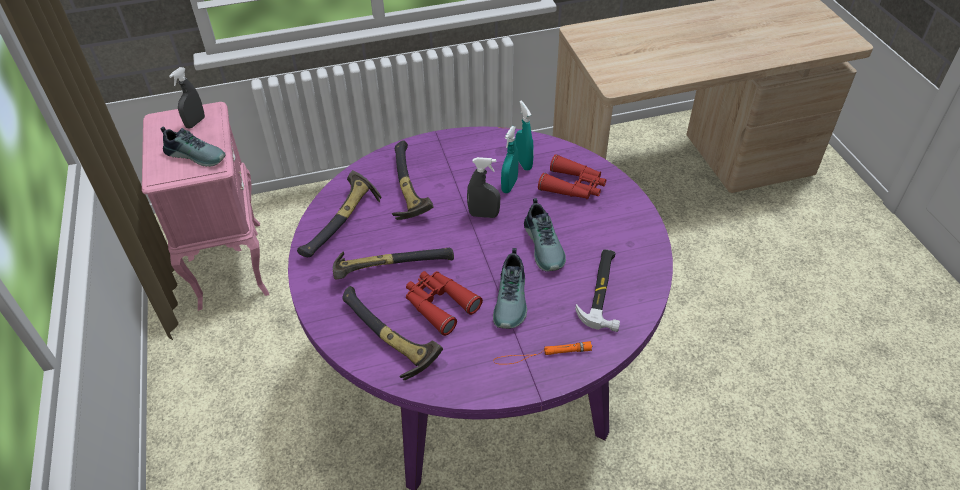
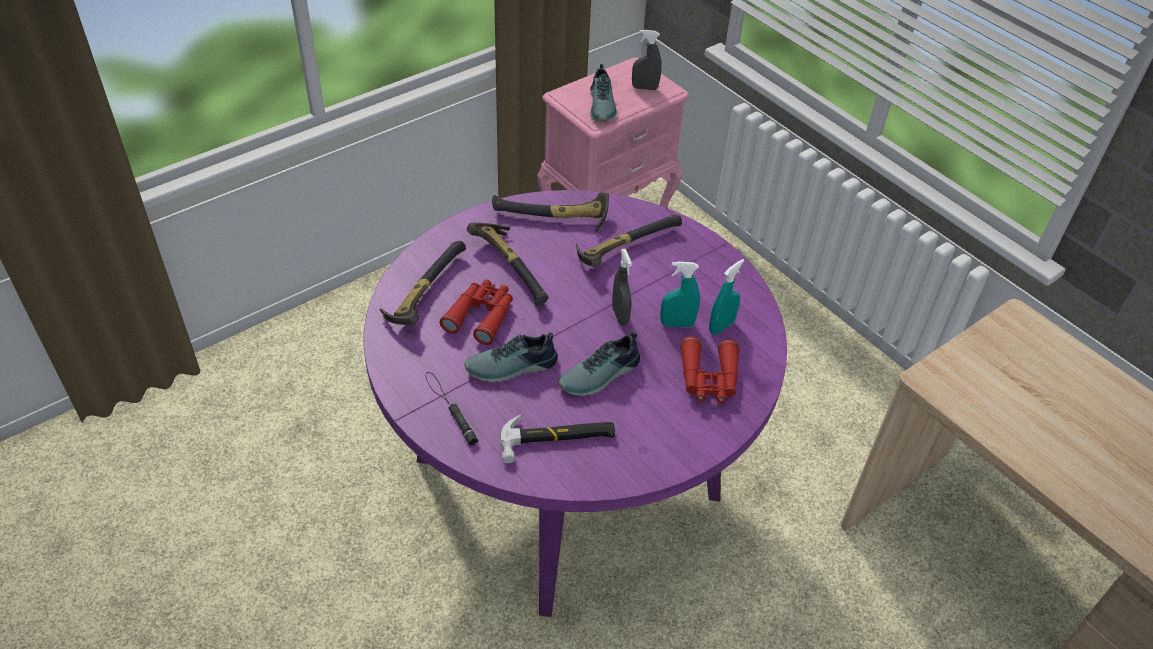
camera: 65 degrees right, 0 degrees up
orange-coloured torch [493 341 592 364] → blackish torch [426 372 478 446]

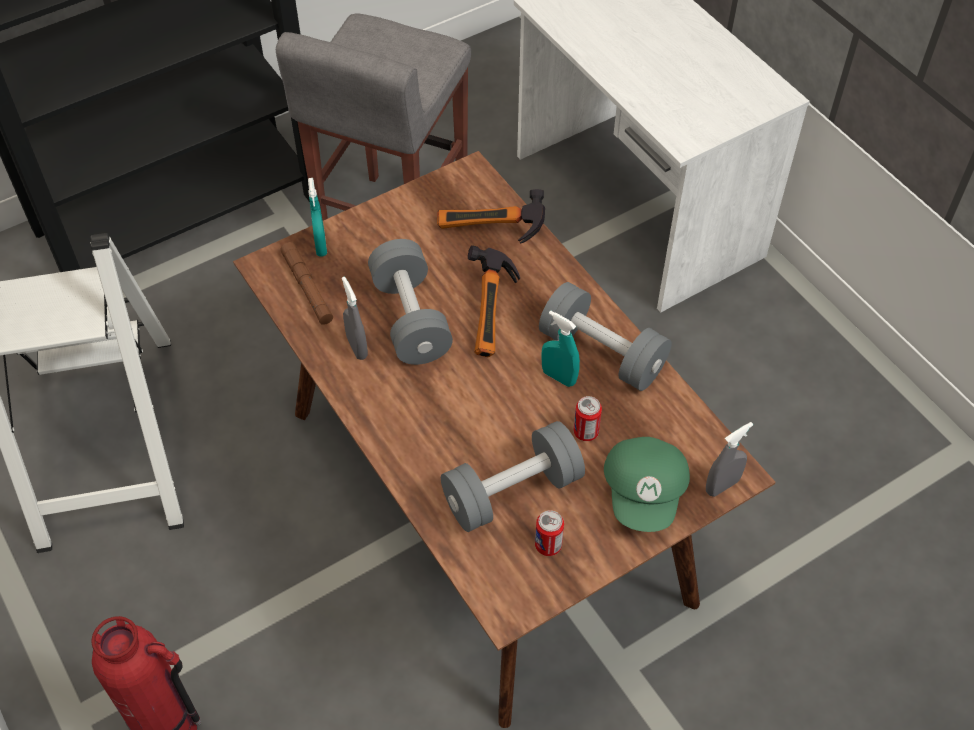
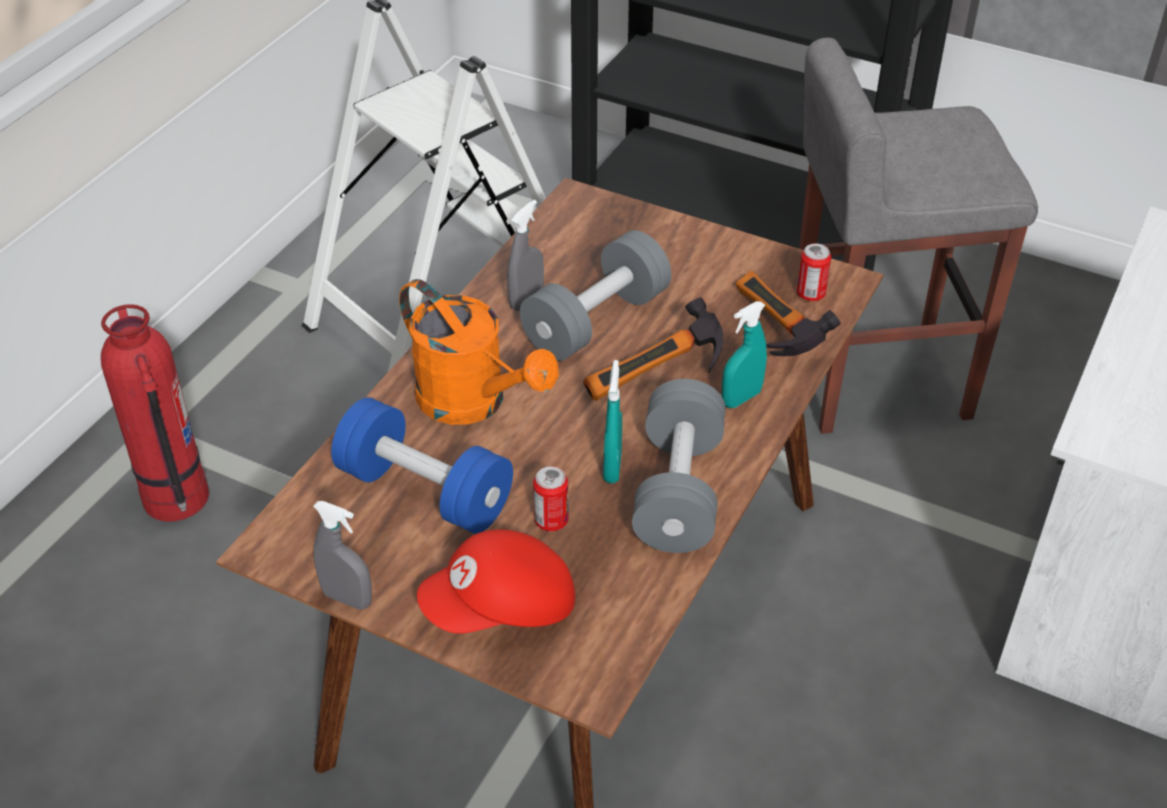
camera: 60 degrees right, 10 degrees down
brownish torch [280 242 333 325] → -
- → orange-coloured watering can [399 279 559 425]
turquoise sprayer [308 178 327 257] → turquoise sprayer [722 301 767 408], moved
can [535 510 564 556] → can [797 244 831 301], moved
gray sprayer [706 422 753 497] → gray sprayer [313 501 372 610], moved
gray hand weight [441 421 585 532] → blue hand weight [331 397 513 534]
green-coloured peaked cap [604 437 690 532] → red peaked cap [417 529 575 634]

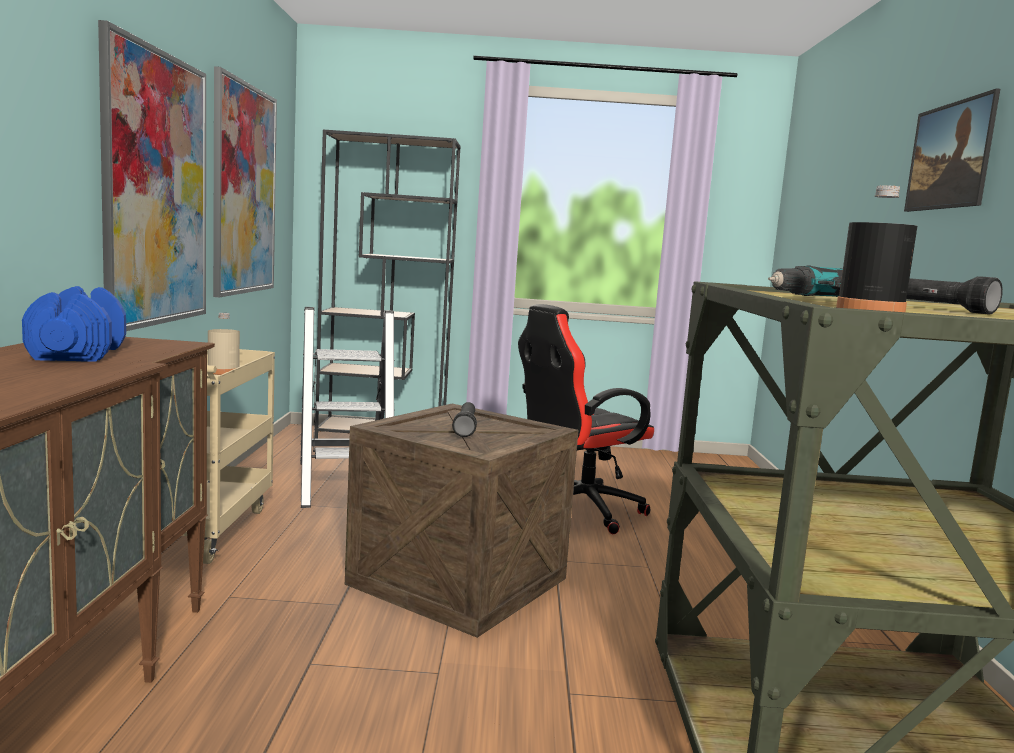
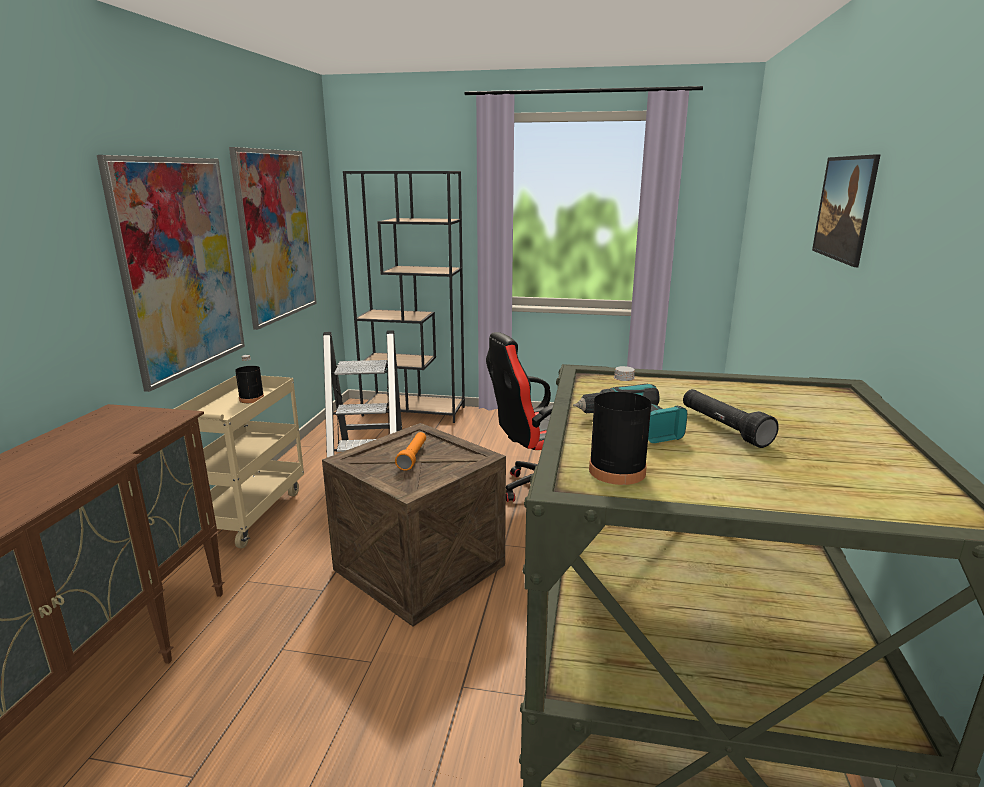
camera: 10 degrees right, 10 degrees up
blue hand weight [22 286 126 362] → -
sand-coloured bottle [208 313 240 375] → blackish bottle [235 355 264 403]
blackish torch [452 402 477 437] → orange-coloured torch [395 432 426 471]

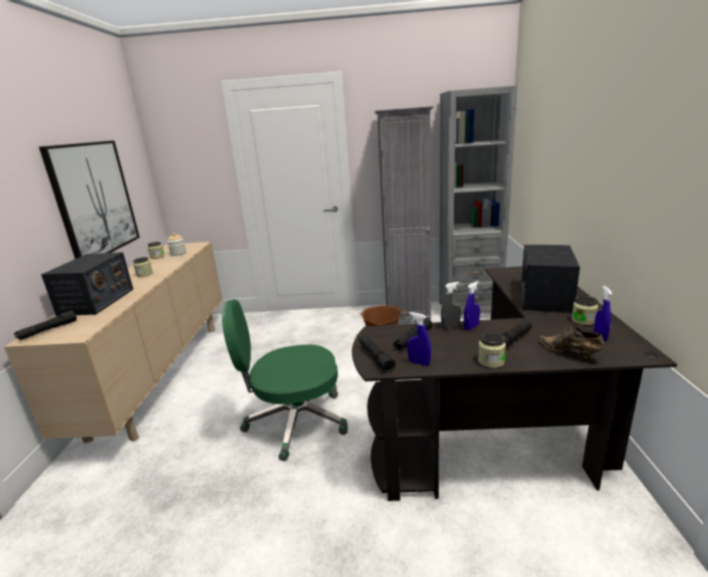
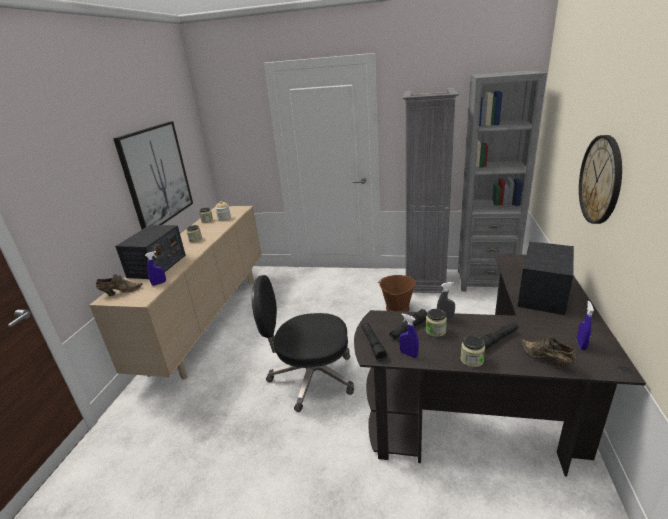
camera: 10 degrees right, 5 degrees up
- → clock on the wall [579 135 622 224]
blue sprayer [464 281 480 330] → blue sprayer [145 251 166 286], moved
jar [571 296 598 325] → jar [426 309 447 337], moved
blackish torch [14 310 77 340] → brownish shoe [96 274 143 296]
green-coloured office chair [222 299 348 461] → blackish office chair [252 275 354 412]

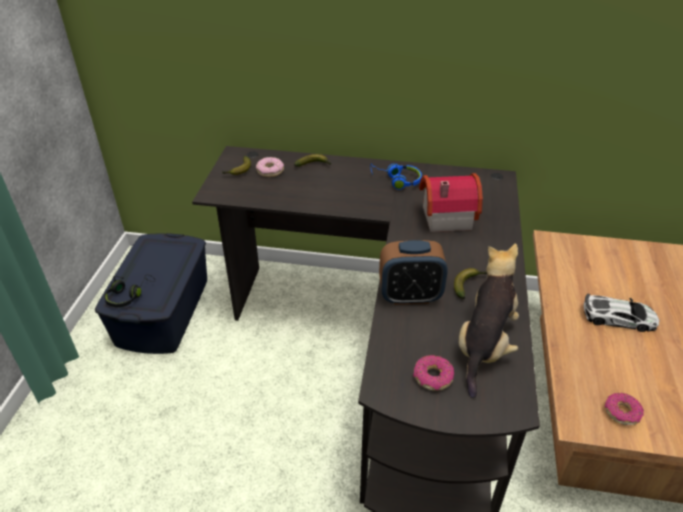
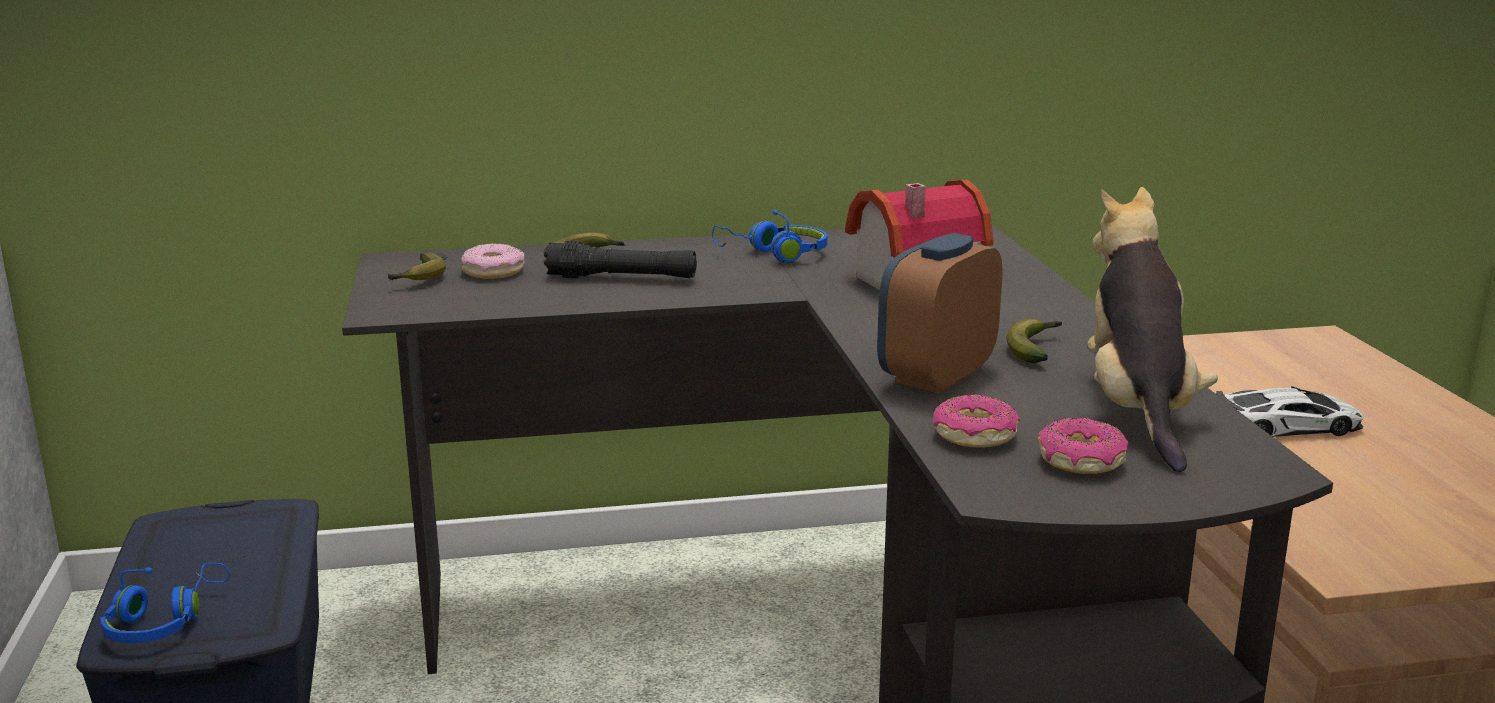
camera: 20 degrees left, 20 degrees down
- → blackish torch [544 241 697 278]
donut [605 393 644 425] → donut [933 395 1020 448], moved
blackish headphones [104 275 155 307] → blue headphones [100 563 230 643]
table clock [379 240 448 305] → table clock [877 233 1003 393], 150 degrees clockwise

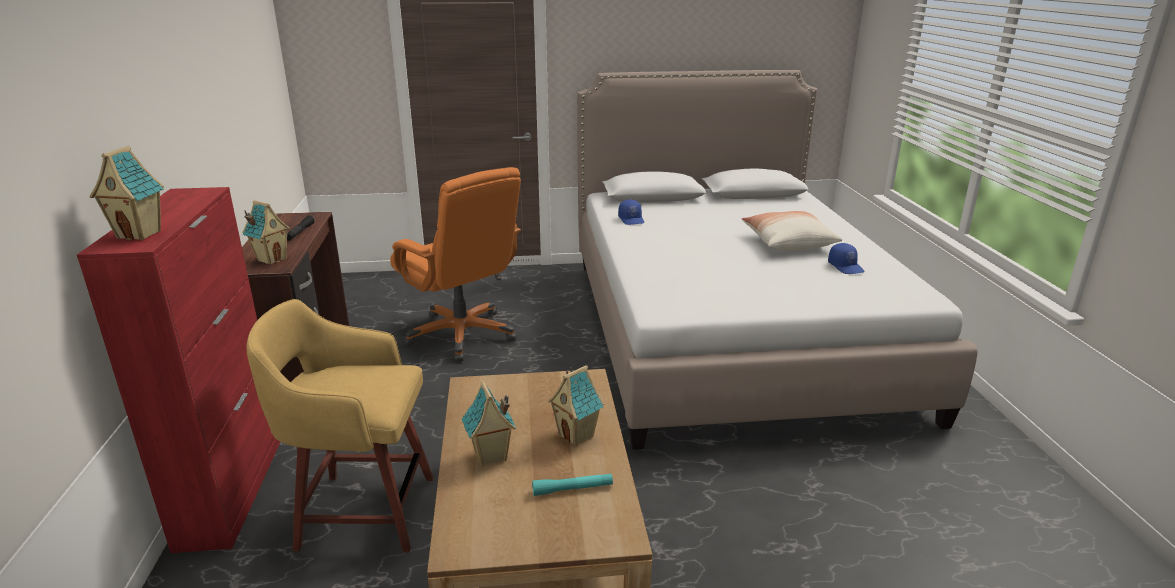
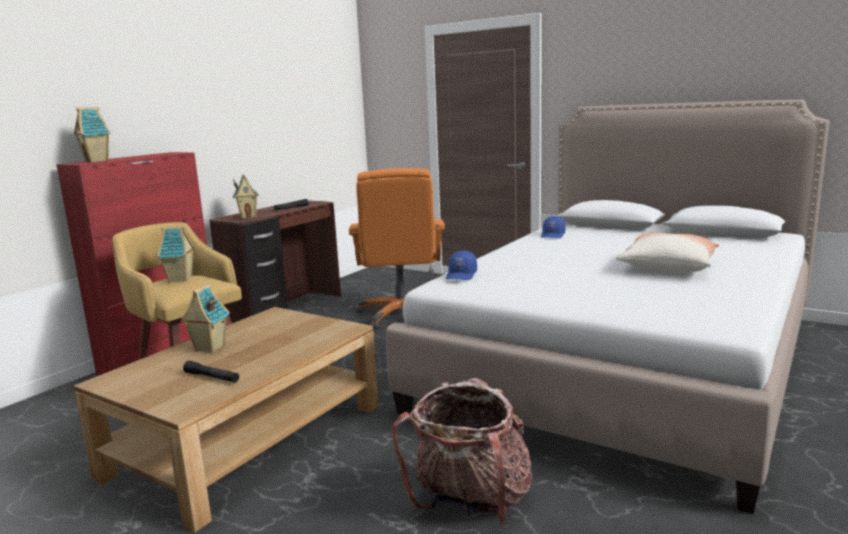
camera: 40 degrees right, 10 degrees down
- → backpack [392 378 532 527]
toy house [548 365 604 446] → toy house [157 226 195 283], moved
blue peaked cap [828 243 865 274] → blue peaked cap [446 250 477 280], moved
turquoise torch [532 473 613 496] → blackish torch [183 361 239 382]

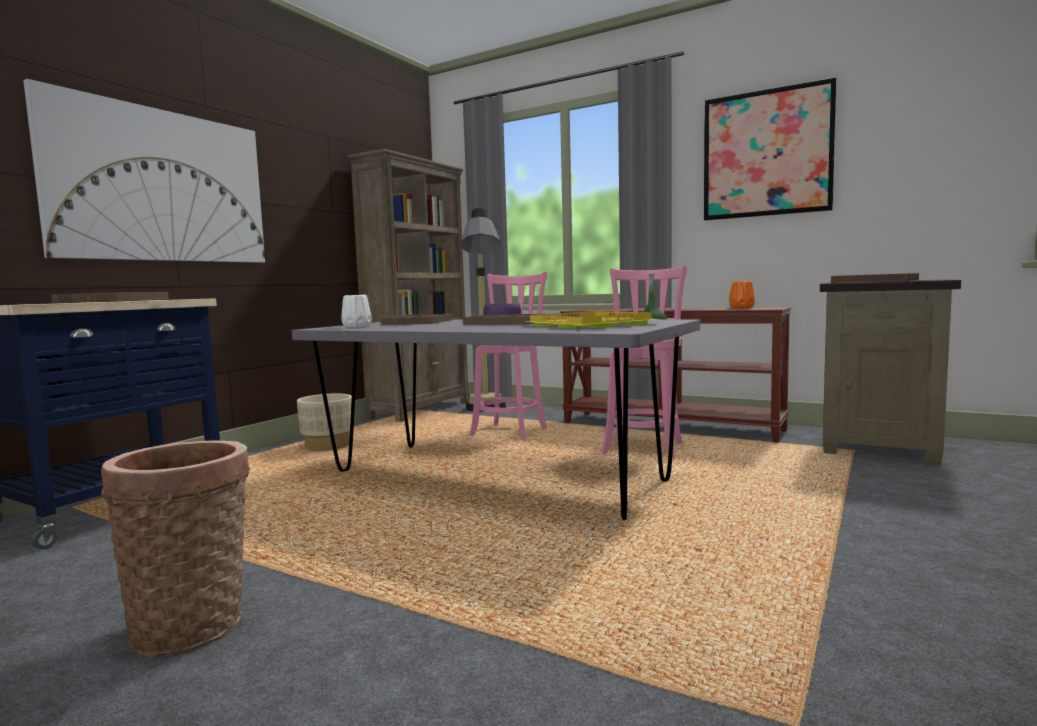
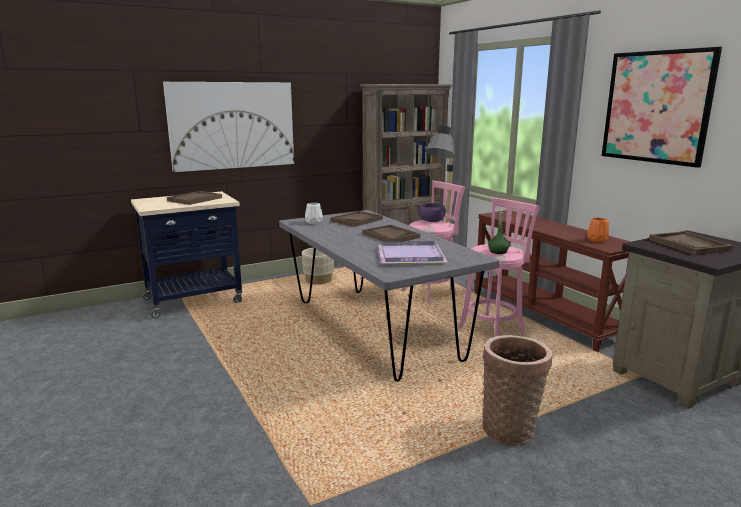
camera: 30 degrees right, 10 degrees up
basket [101 441 250 657] → basket [482 335 553 445], moved
yellow carrying tray [524 311 656 328] → purplish carrying tray [378 241 448 265]

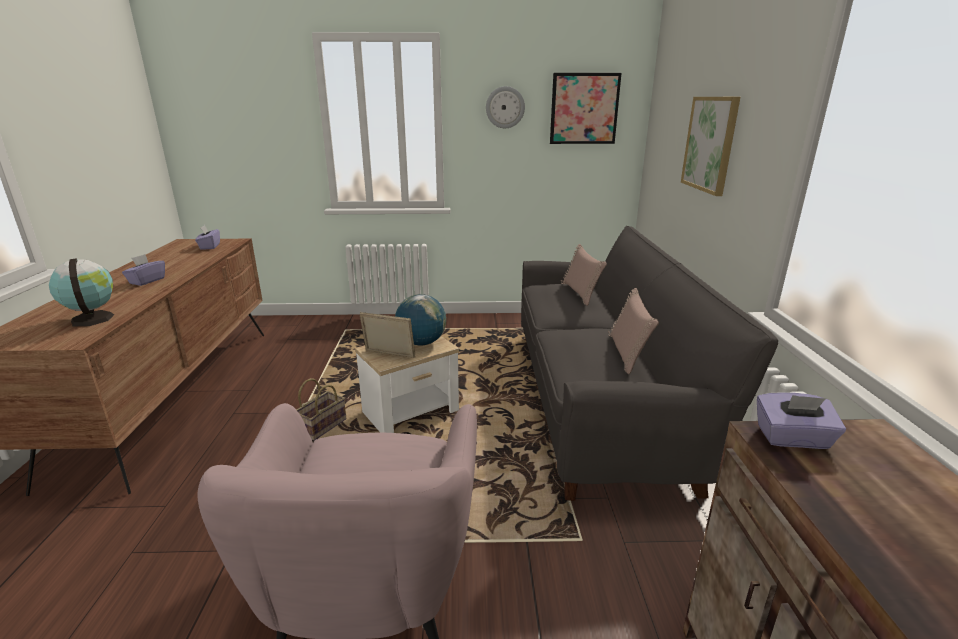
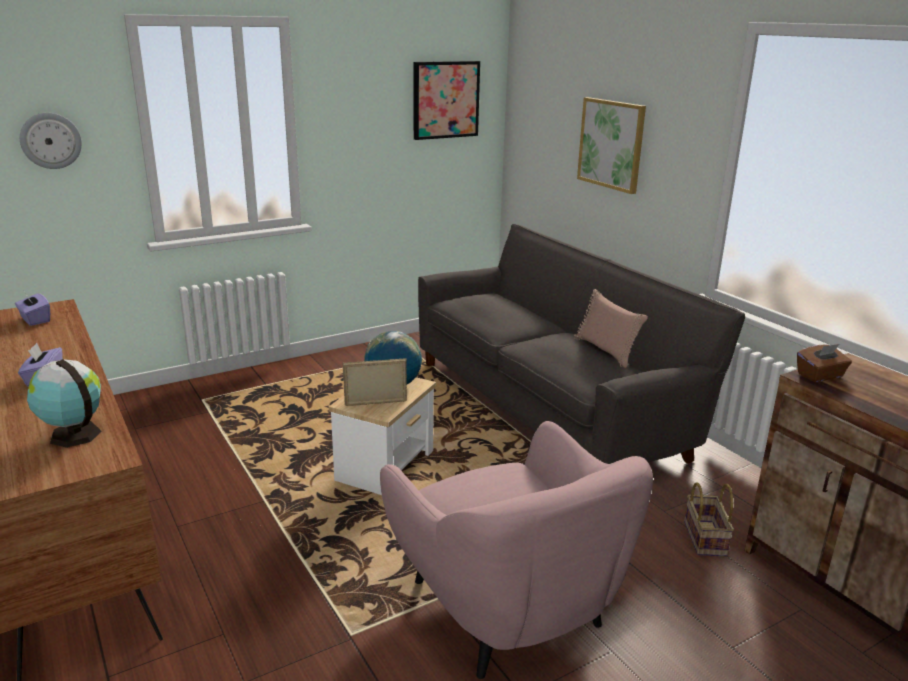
camera: 30 degrees left, 0 degrees up
sand-coloured cushion [561 244 607 306] → -
basket [296 378 347 441] → basket [684 483 734 556], moved
clock on the wall [486 86 525 128] → clock on the wall [20 113 82 169], moved
purplish tissue box [757 392 846 449] → brownish tissue box [797 344 852 382]

